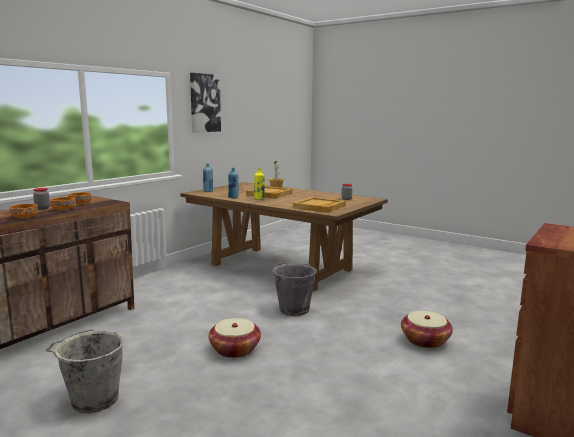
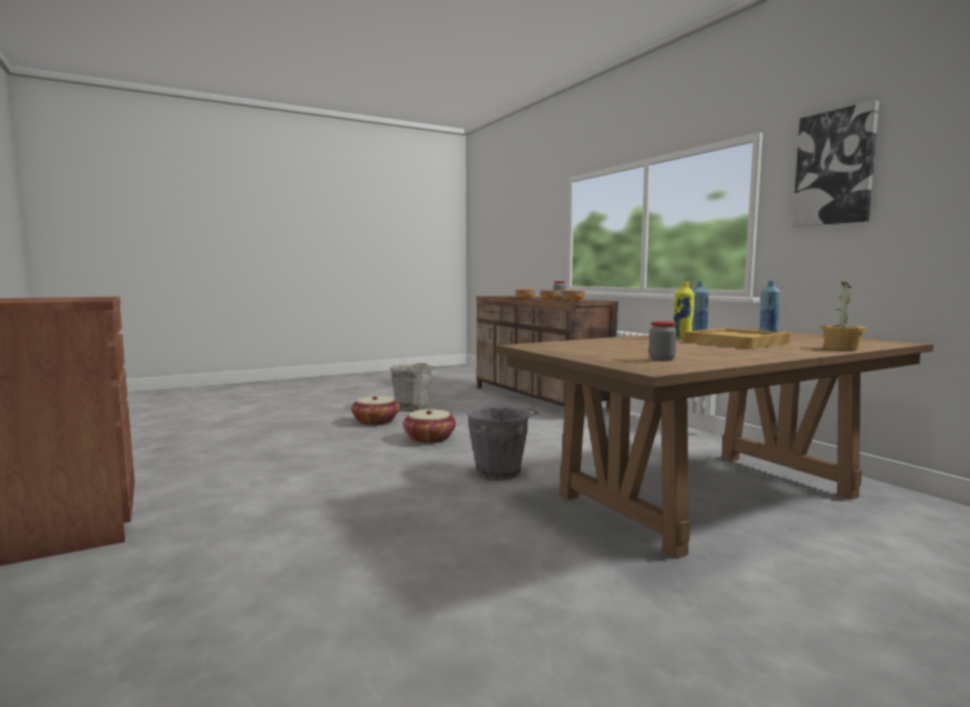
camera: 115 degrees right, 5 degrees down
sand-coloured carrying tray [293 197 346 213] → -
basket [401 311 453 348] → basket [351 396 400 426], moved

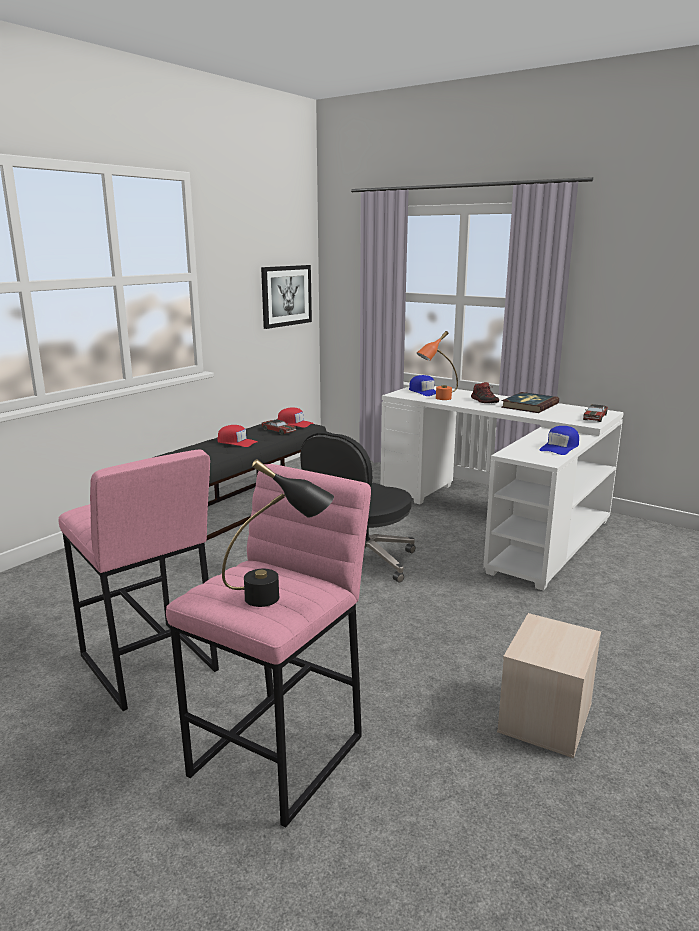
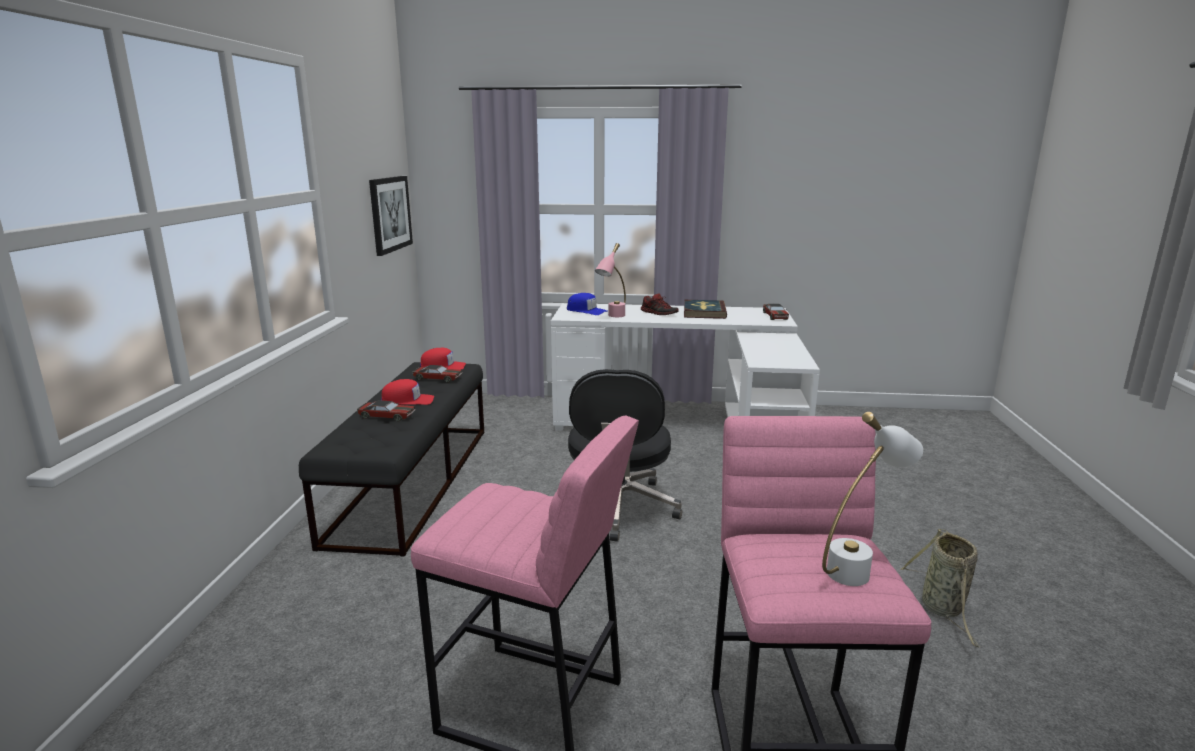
camera: 30 degrees left, 0 degrees up
blue peaked cap [539 426 579 455] → -
- → model car [357 401 416 422]
sand-coloured storage bin [497 613 601 758] → basket [900 529 980 648]
blackish table lamp [222 459 334 607] → white table lamp [822 412 923 586]
orange-coloured table lamp [417 331 458 400] → pink-coloured table lamp [595 243 626 317]

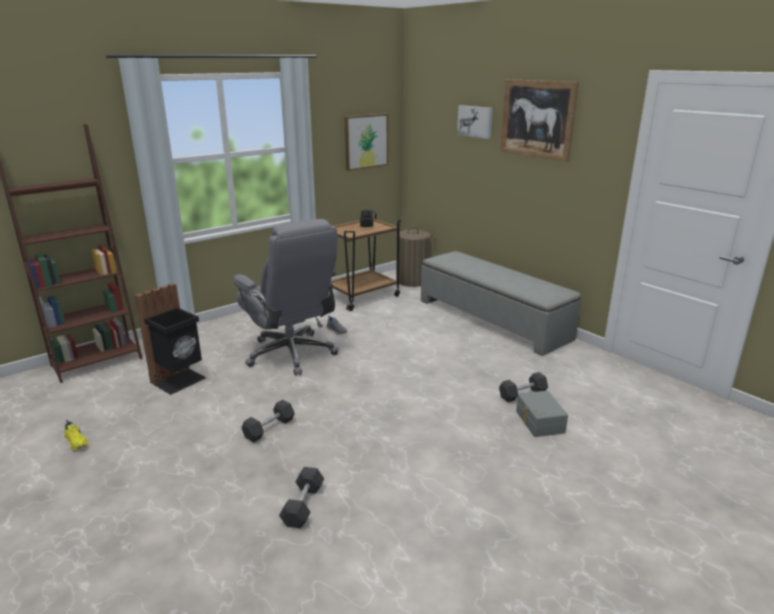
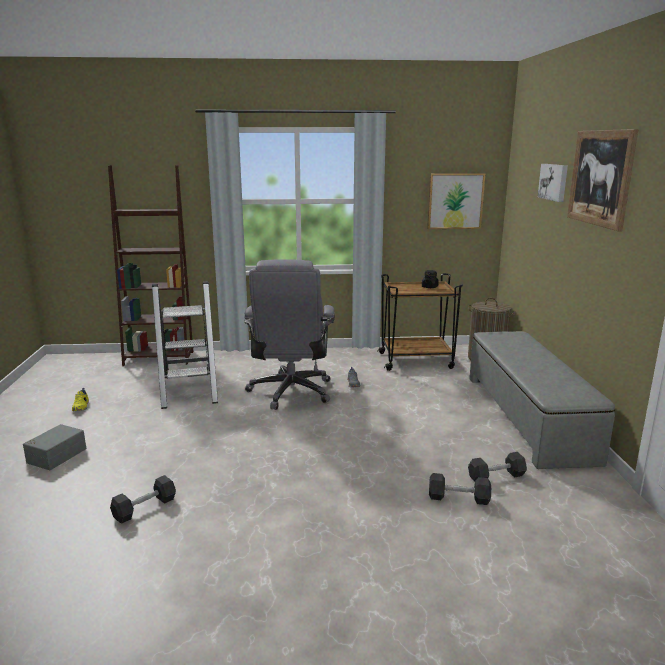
camera: 35 degrees right, 5 degrees down
blackish hand weight [242 400 295 442] → blackish hand weight [468 452 527 482], moved
gray storage bin [516 391 568 437] → gray storage bin [23 424 86 470], moved
blackish trash can [134 283 206 395] → gray step stool [152 281 218 409]

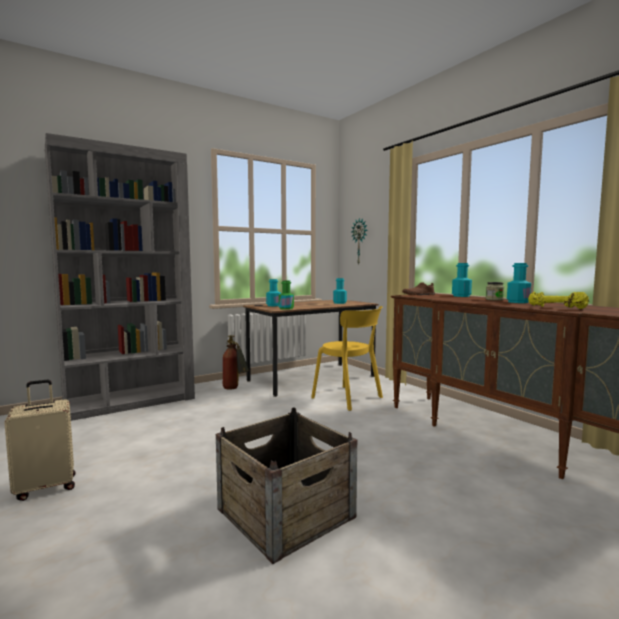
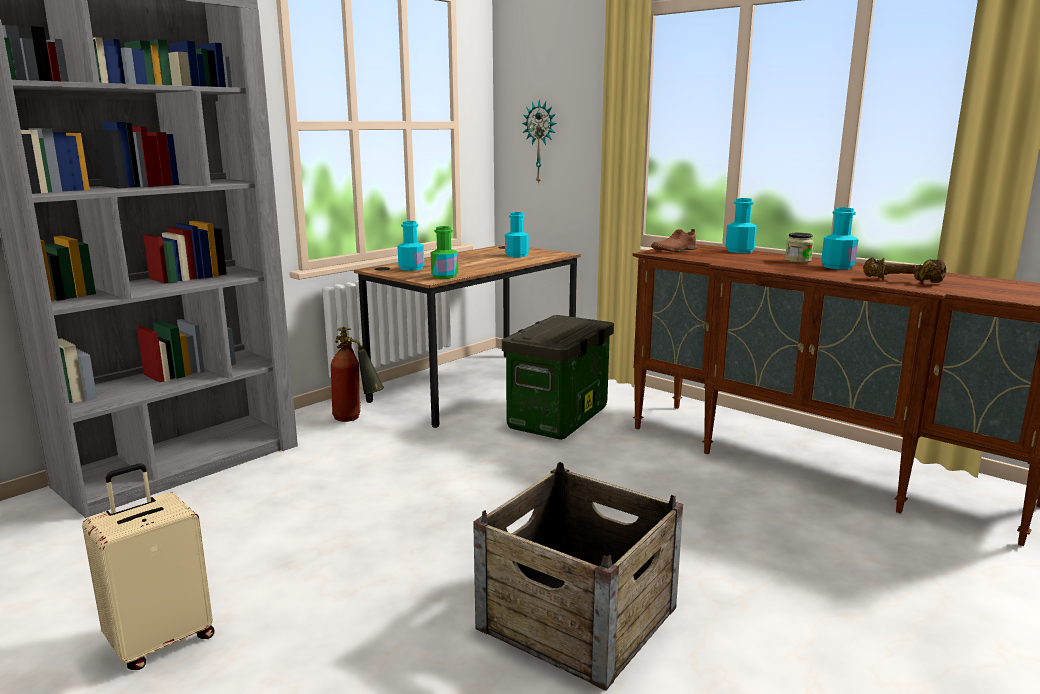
camera: 15 degrees left, 10 degrees up
yellow plain chair [311 306 383 411] → storage bin [502 315 614 440]
yellow hand weight [528 292 589 309] → brownish hand weight [863 257 946 283]

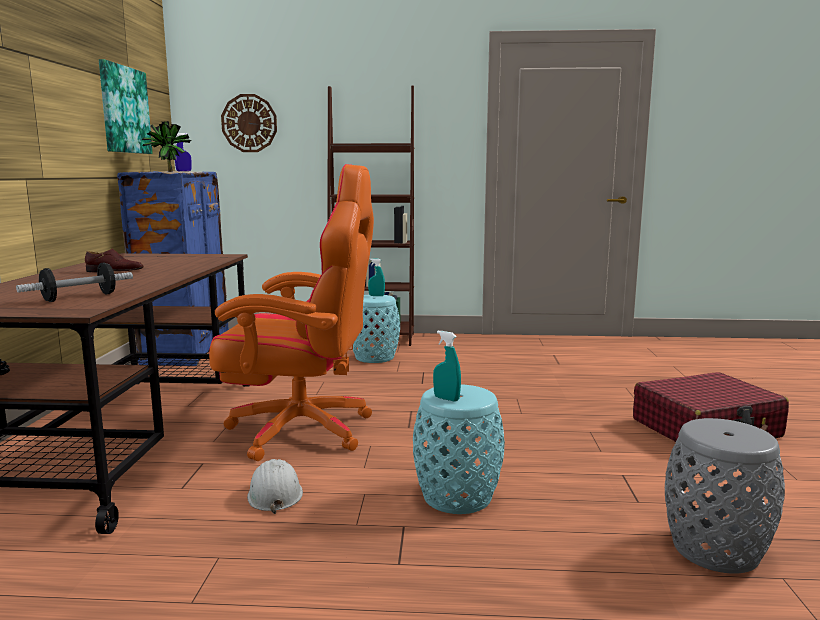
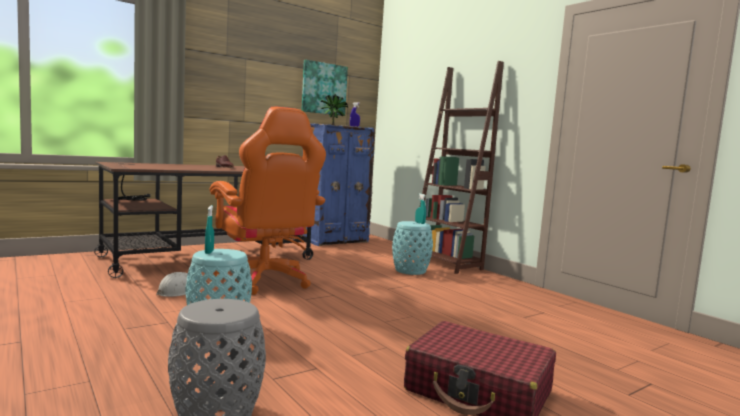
camera: 50 degrees right, 5 degrees down
hand weight [16 262 133 302] → -
clock on the wall [221 94 277 152] → -

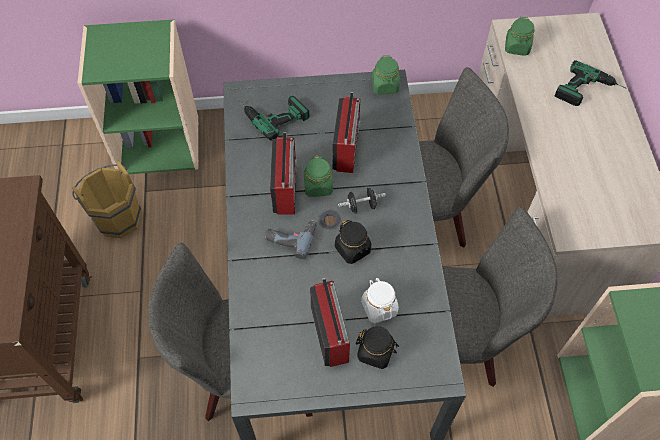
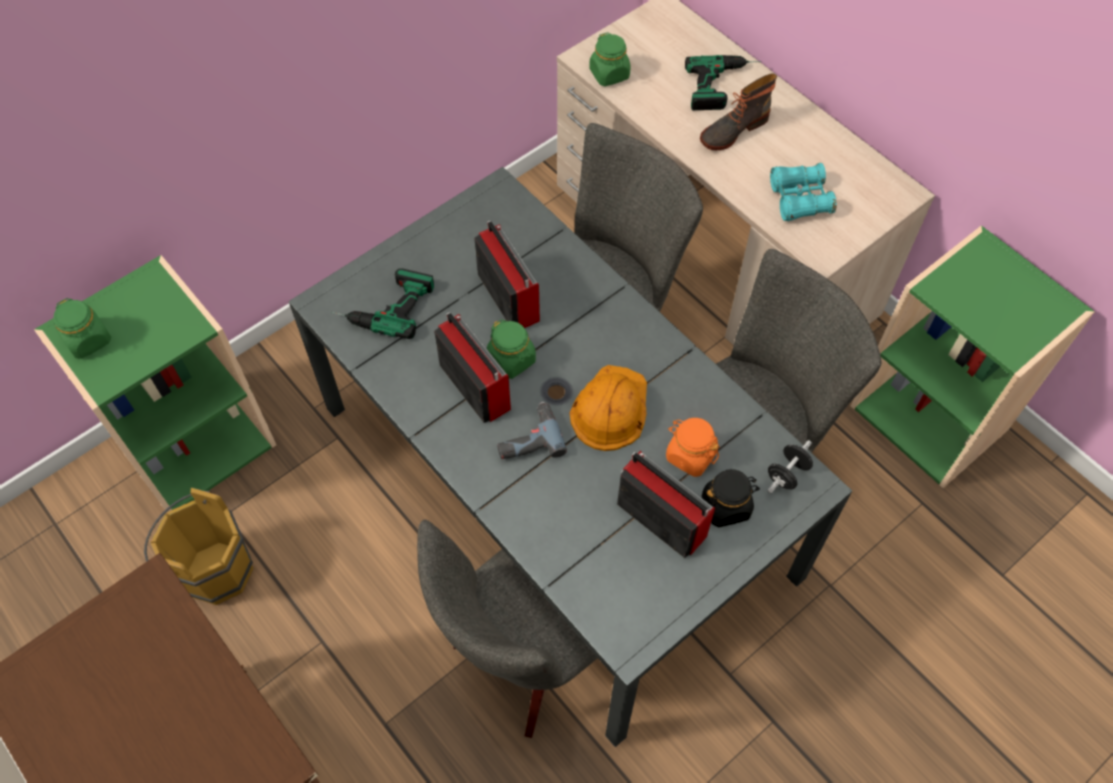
camera: 35 degrees left, 0 degrees up
- → tall boot [700 73 777 150]
- → turquoise field glasses [770 163 837 221]
blackish hand weight [338 187 386 214] → blackish hand weight [767 440 813 493], moved
green-coloured jar [372 55 400 94] → green-coloured jar [54 298 111 359], moved
blackish jar [335 220 371 264] → orange-coloured safety helmet [570 365 647 451]
white jar [361 278 399 323] → orange-coloured jar [666 418 720 477]

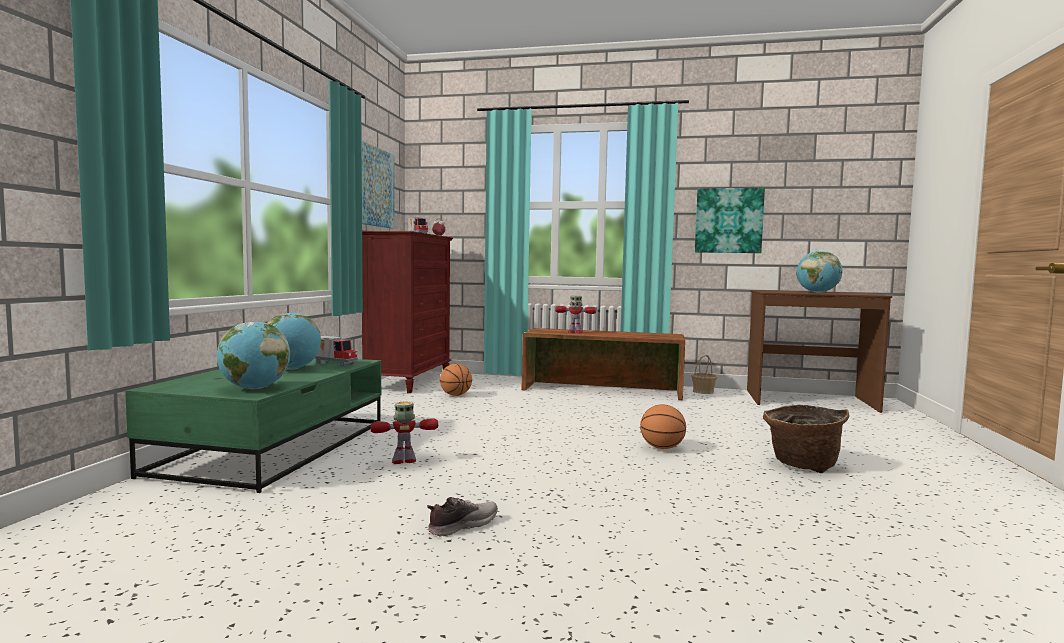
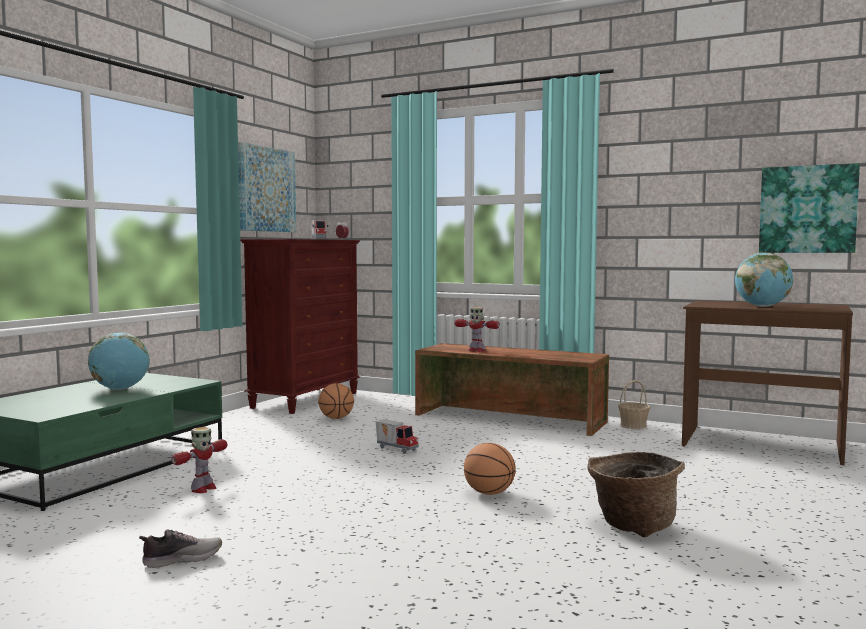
camera: 15 degrees right, 0 degrees up
desk globe [217 322 290 389] → -
model truck [314 336 358 367] → model truck [376 419 419 454], moved
wall art [695 188 765 253] → wall art [759 163 860 253], moved
model robot [371 401 438 464] → model robot [171 427 227 493], 120 degrees clockwise

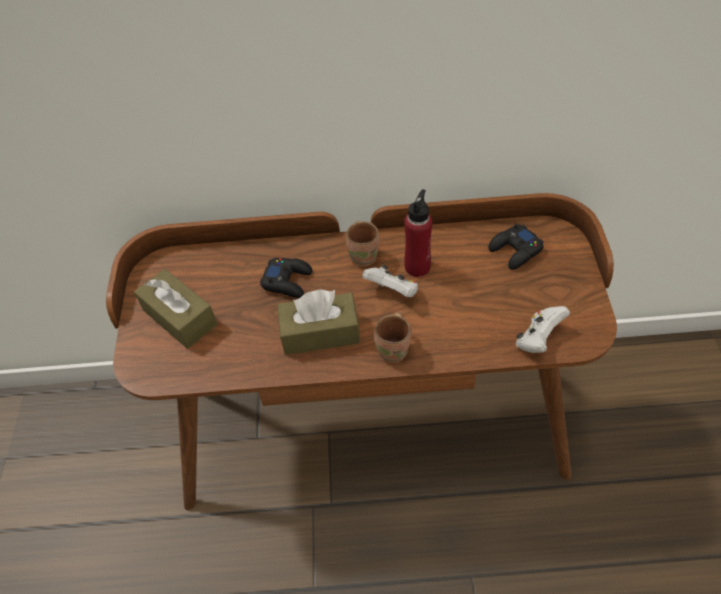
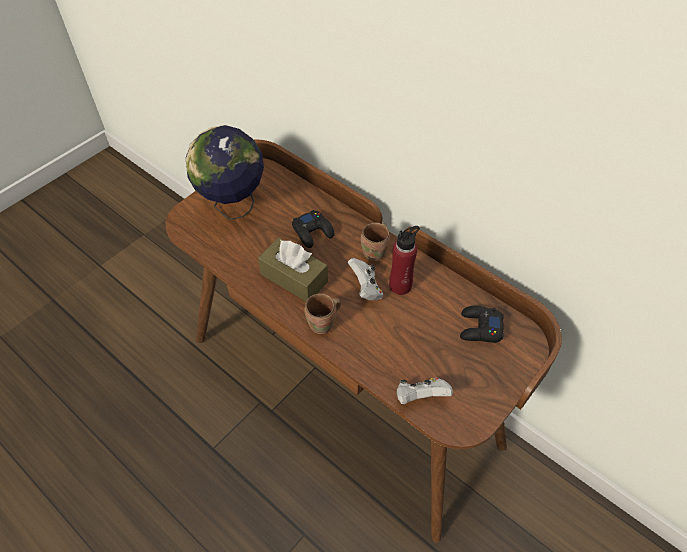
camera: 40 degrees right, 0 degrees up
brownish tissue box [134 269 217 349] → desk globe [186 125 264 220]

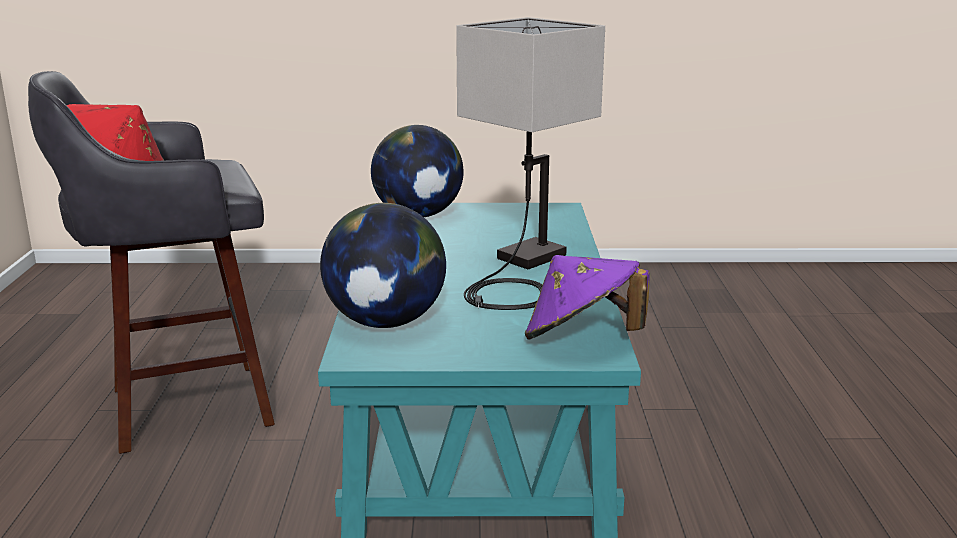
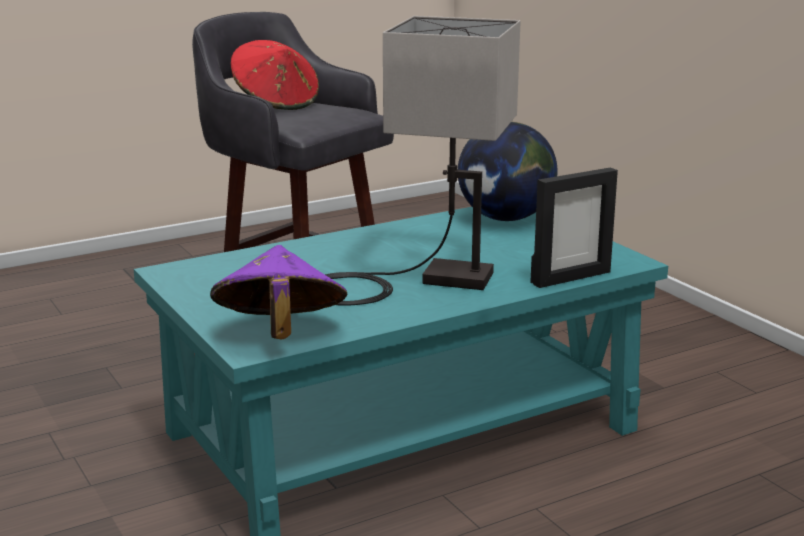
camera: 60 degrees right, 0 degrees up
desk globe [320 203 446 328] → -
- → photo frame [530 167 618 288]

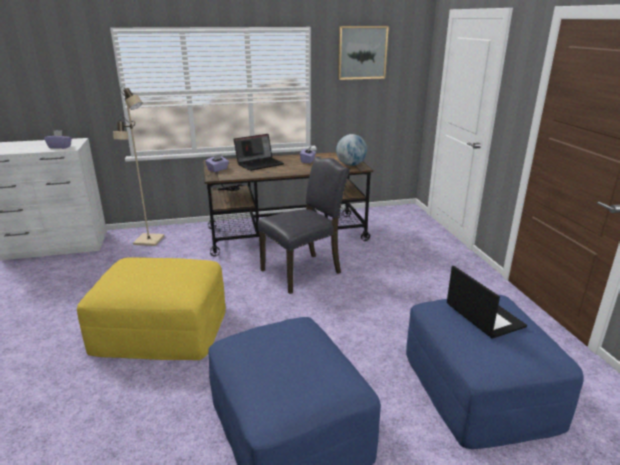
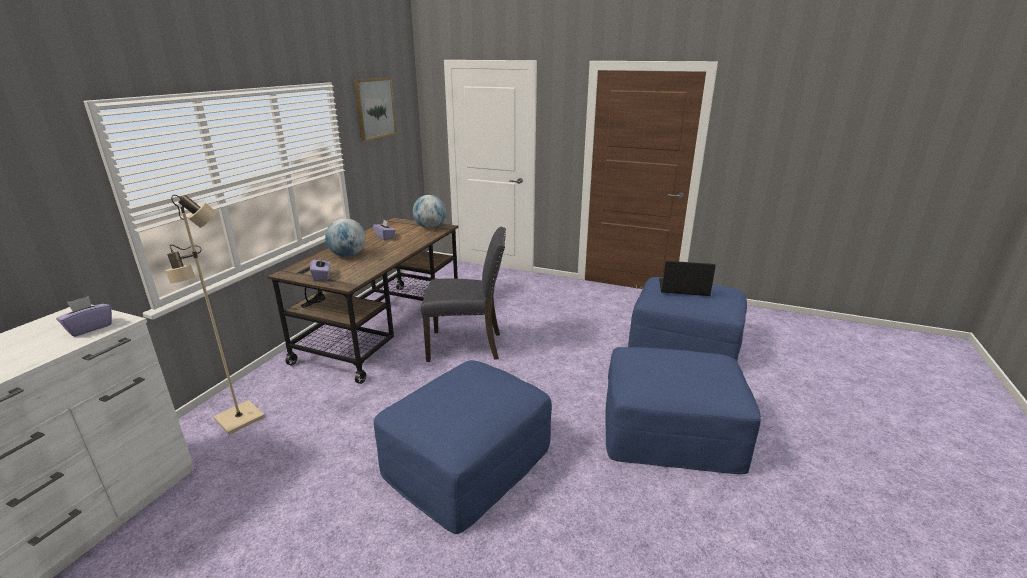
camera: 55 degrees left, 0 degrees up
notebook computer [234 134 284 171] → desk globe [325 218 366 257]
yellow footrest [77 257 226 360] → blue footrest [374 360 552 534]
gray plain chair [257 157 350 294] → gray plain chair [421 227 506 362], 90 degrees clockwise

